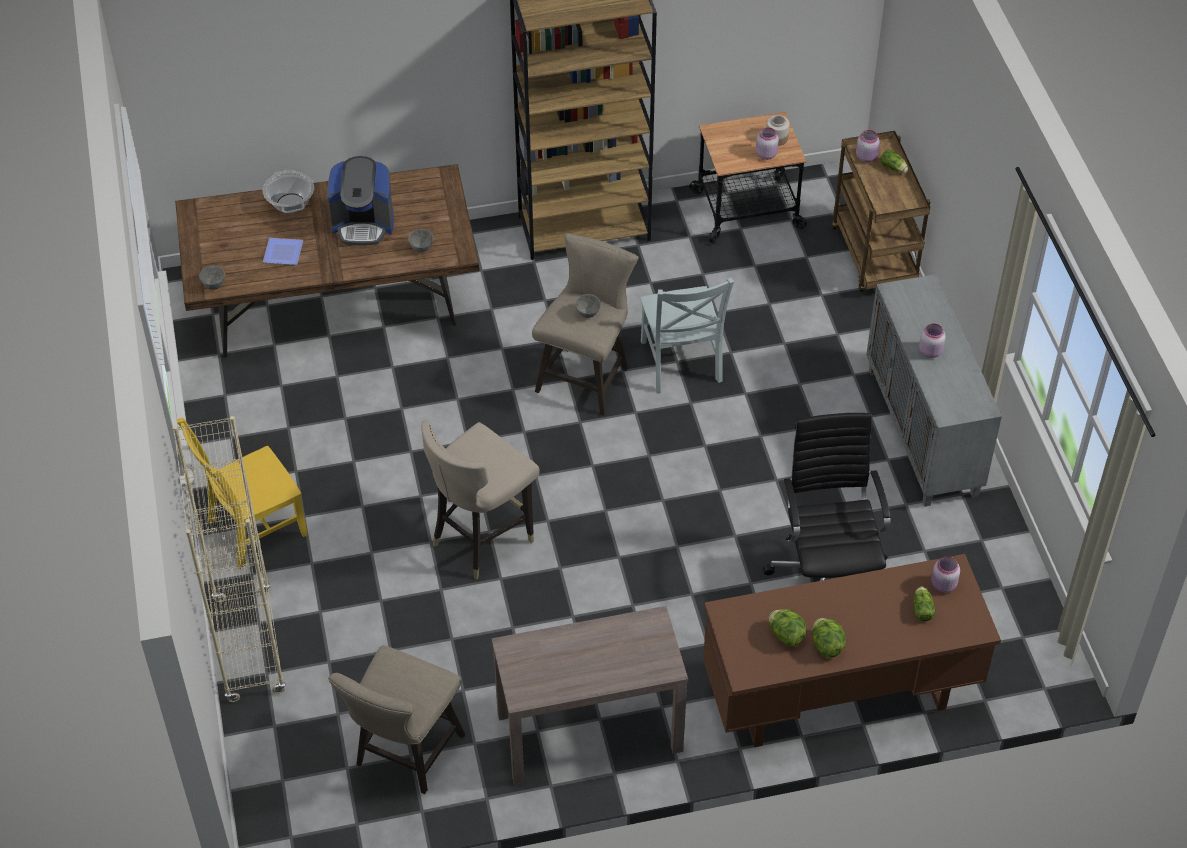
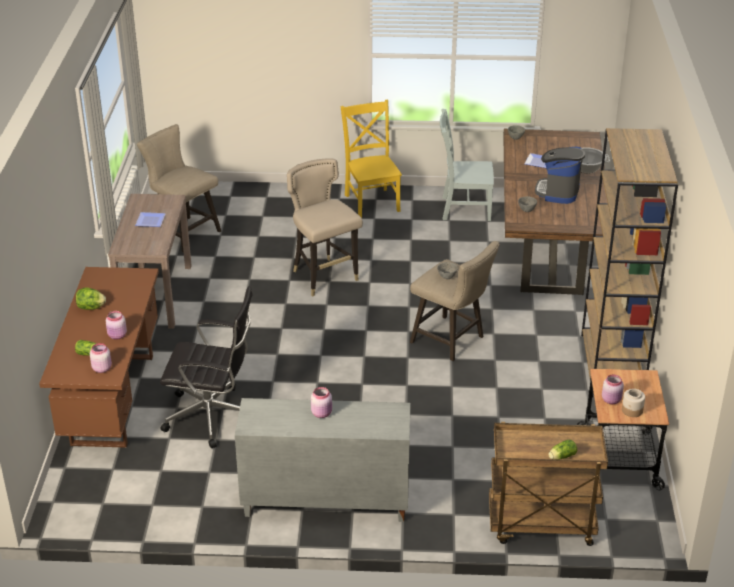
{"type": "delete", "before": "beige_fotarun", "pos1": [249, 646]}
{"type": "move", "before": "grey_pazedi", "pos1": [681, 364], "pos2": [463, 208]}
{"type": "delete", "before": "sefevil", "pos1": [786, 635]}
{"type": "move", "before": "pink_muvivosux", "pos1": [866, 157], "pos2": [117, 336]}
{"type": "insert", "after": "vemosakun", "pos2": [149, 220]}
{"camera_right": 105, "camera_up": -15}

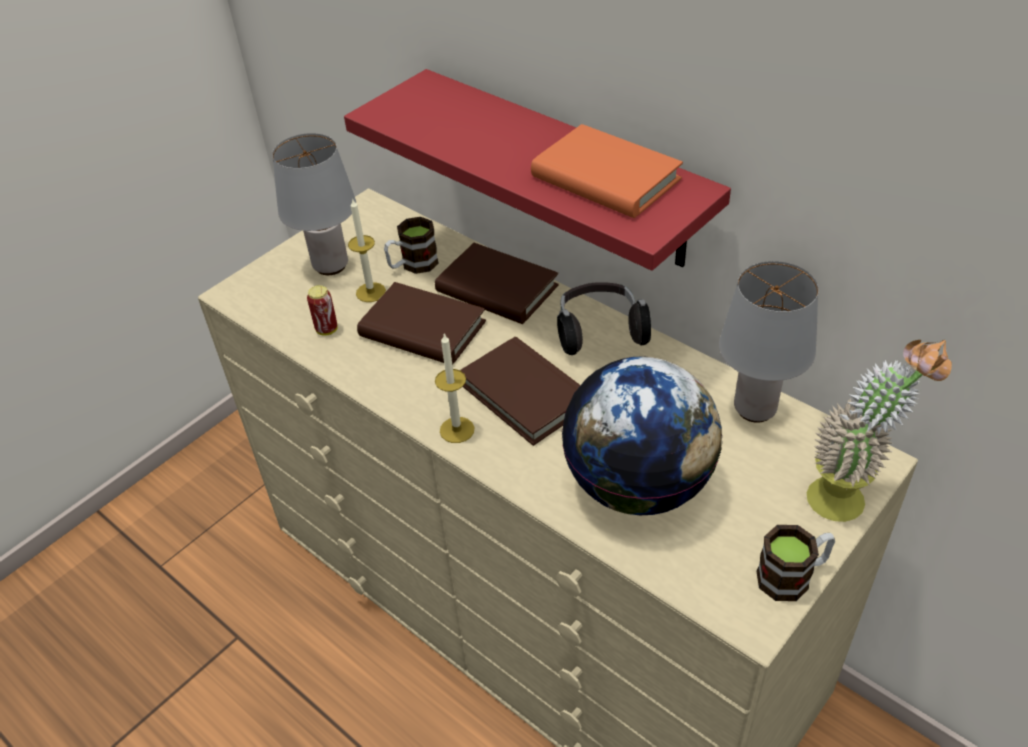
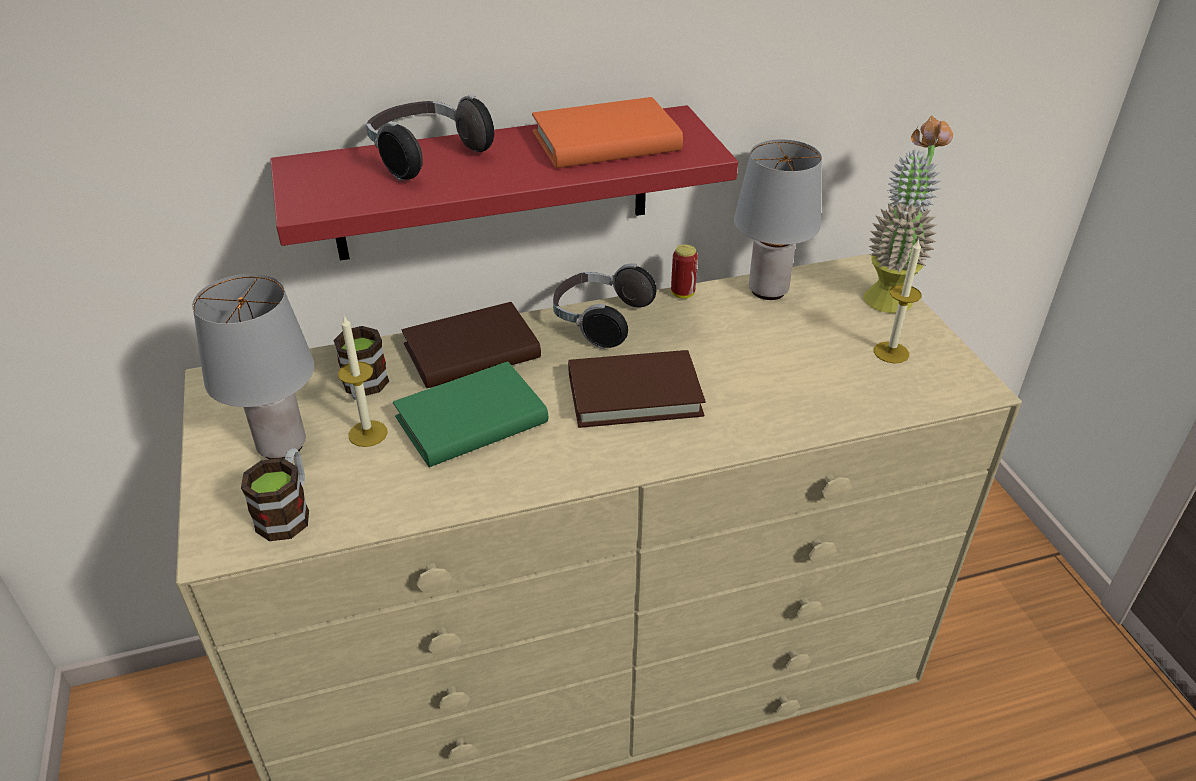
{"type": "move", "before": "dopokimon", "pos1": [327, 330], "pos2": [682, 294]}
{"type": "recolor", "before": "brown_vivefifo", "after": "green_vivefifo", "pos1": [422, 329], "pos2": [471, 420]}
{"type": "move", "before": "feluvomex", "pos1": [457, 430], "pos2": [891, 352]}
{"type": "delete", "before": "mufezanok", "pos1": [638, 486]}
{"type": "move", "before": "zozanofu", "pos1": [792, 576], "pos2": [288, 512]}
{"type": "insert", "after": "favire", "pos2": [426, 156]}
{"camera_right": -60, "camera_up": -5}

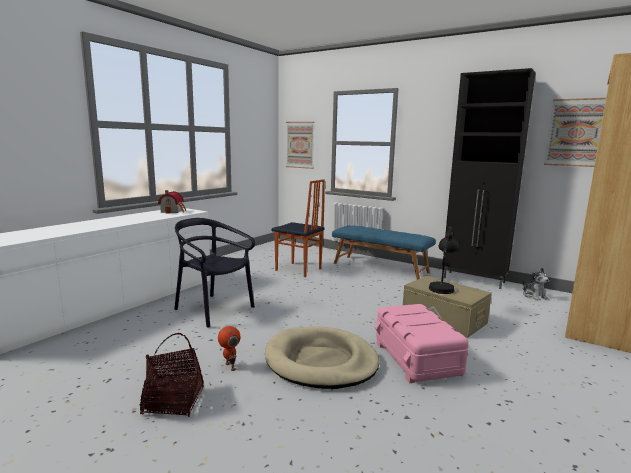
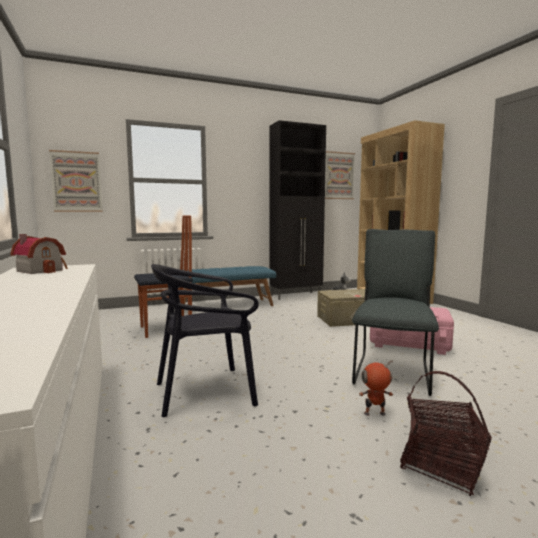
{"type": "replace", "before": "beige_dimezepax", "after": "grey_pazedi", "pos1": [321, 361], "pos2": [392, 372]}
{"type": "delete", "before": "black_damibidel", "pos1": [443, 286]}
{"camera_right": -55, "camera_up": -5}

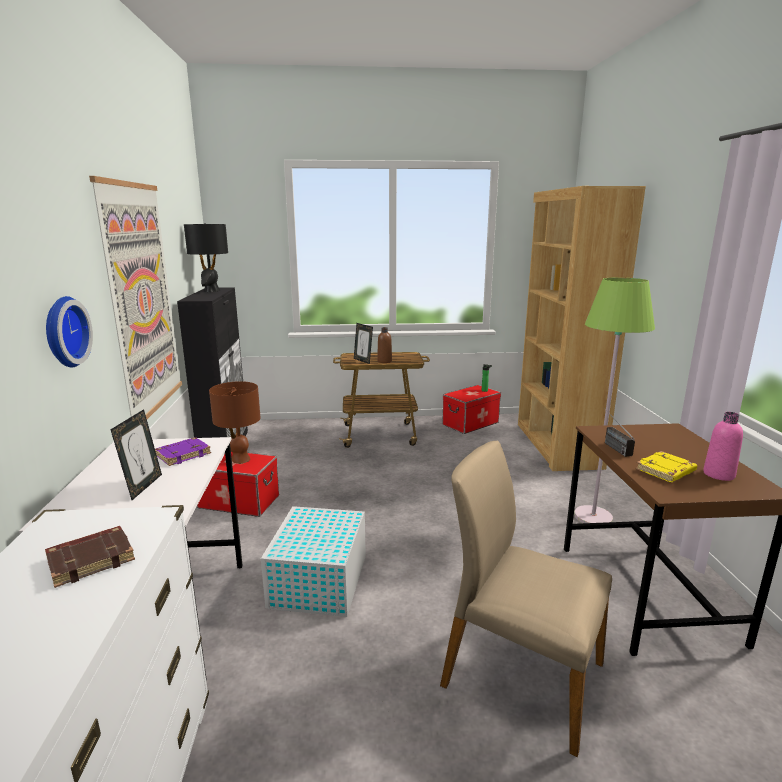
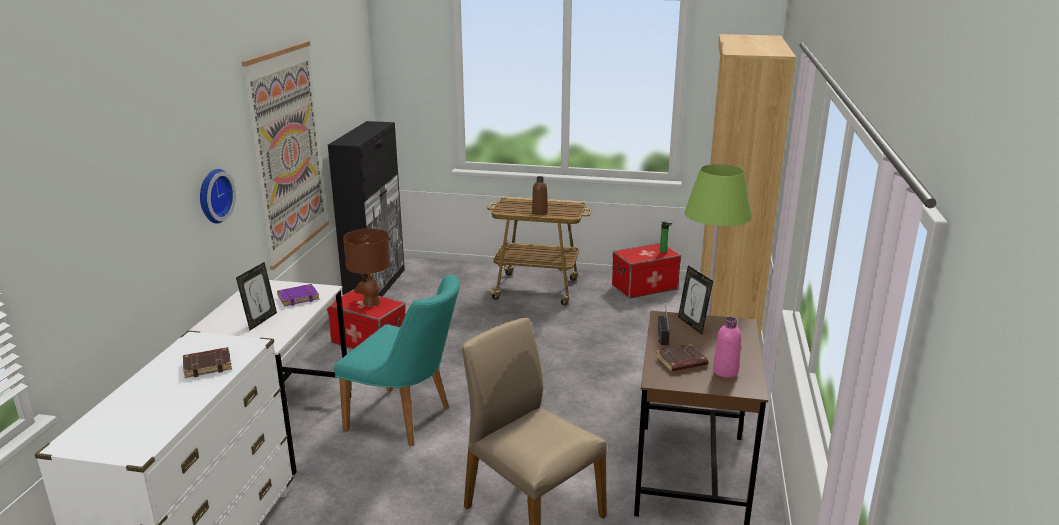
{"type": "delete", "before": "black_damibidel", "pos1": [211, 291]}
{"type": "replace", "before": "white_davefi", "after": "turquoise_pazedi", "pos1": [318, 582], "pos2": [407, 419]}
{"type": "move", "before": "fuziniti", "pos1": [363, 361], "pos2": [692, 324]}
{"type": "recolor", "before": "yellow_vivefifo", "after": "brown_vivefifo", "pos1": [666, 471], "pos2": [681, 362]}
{"camera_right": 15, "camera_up": 5}

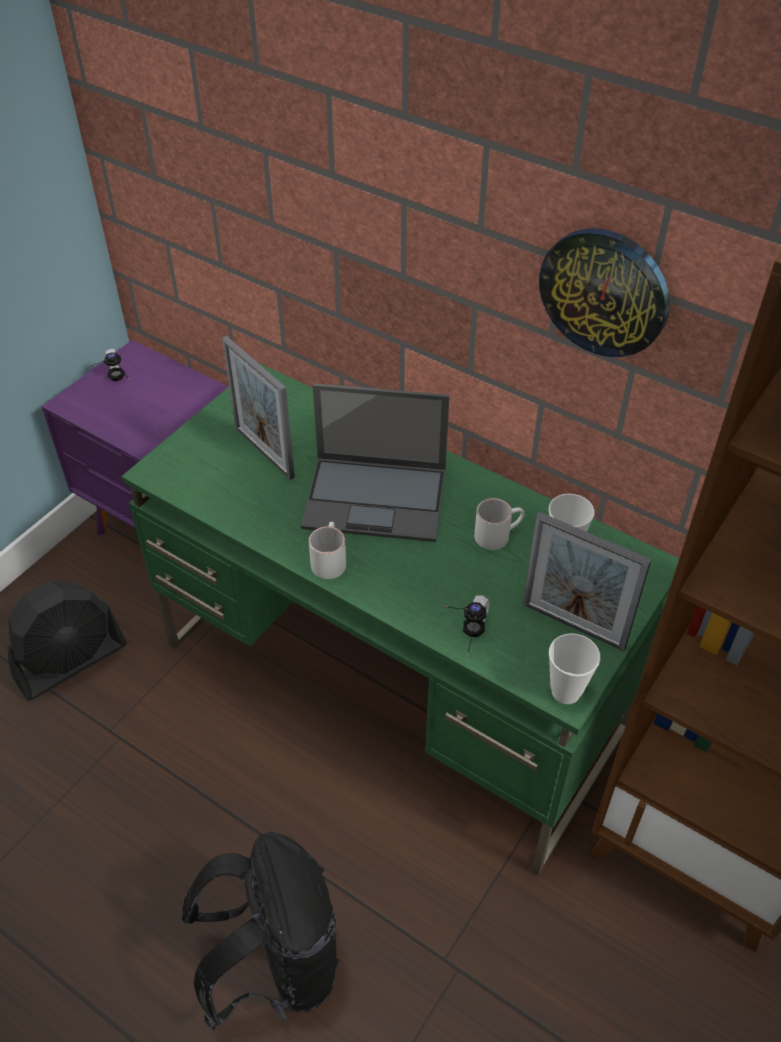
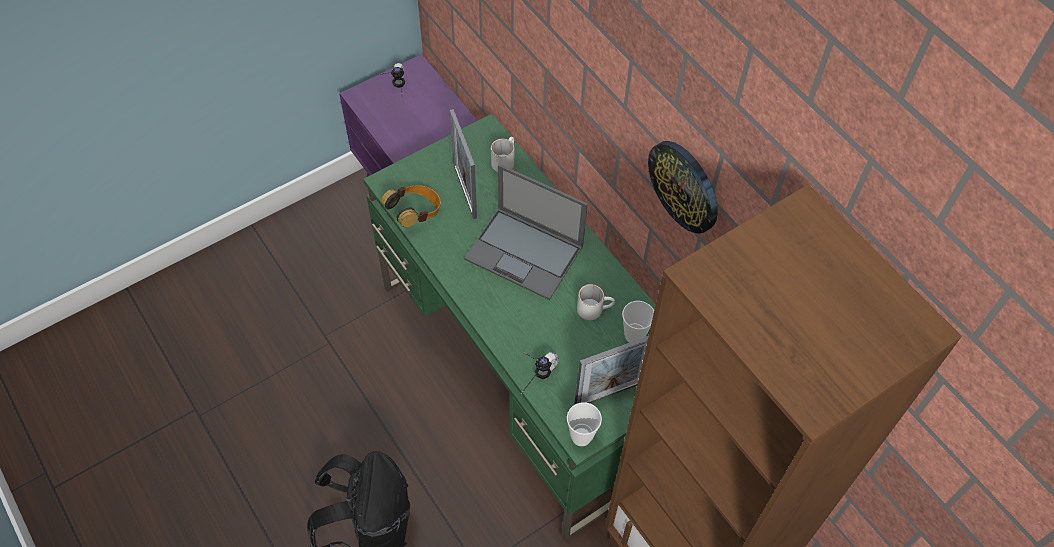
{"type": "delete", "before": "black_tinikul", "pos1": [71, 661]}
{"type": "move", "before": "white_zozanofu", "pos1": [328, 560], "pos2": [504, 160]}
{"type": "rotate", "before": "fuziniti", "pos1": [573, 625], "pos2": [611, 393], "turn": -75}
{"type": "insert", "after": "favire", "pos2": [415, 213]}
{"camera_right": 20, "camera_up": 10}

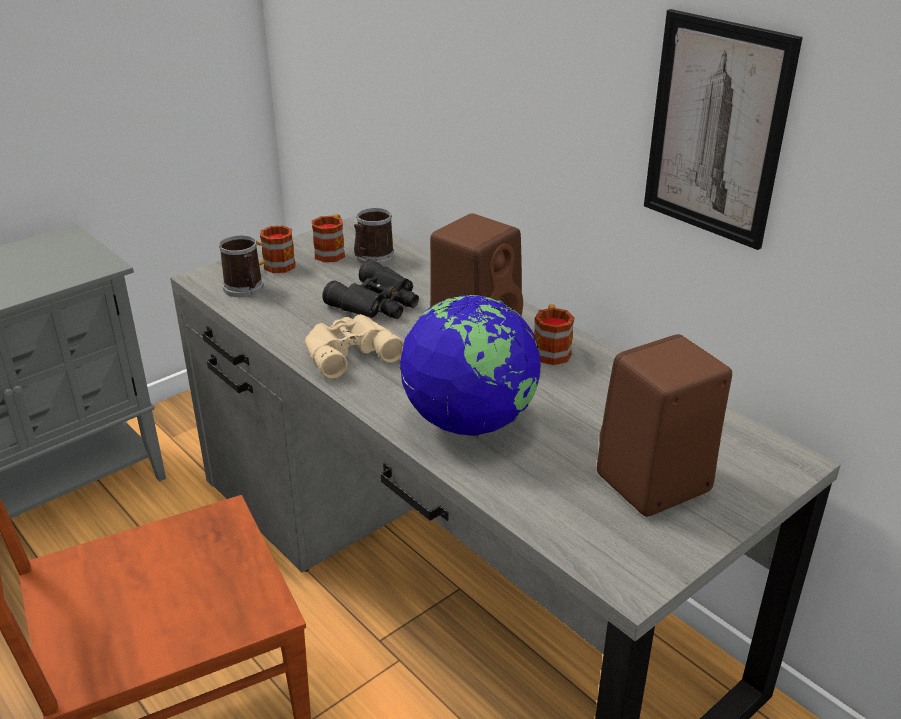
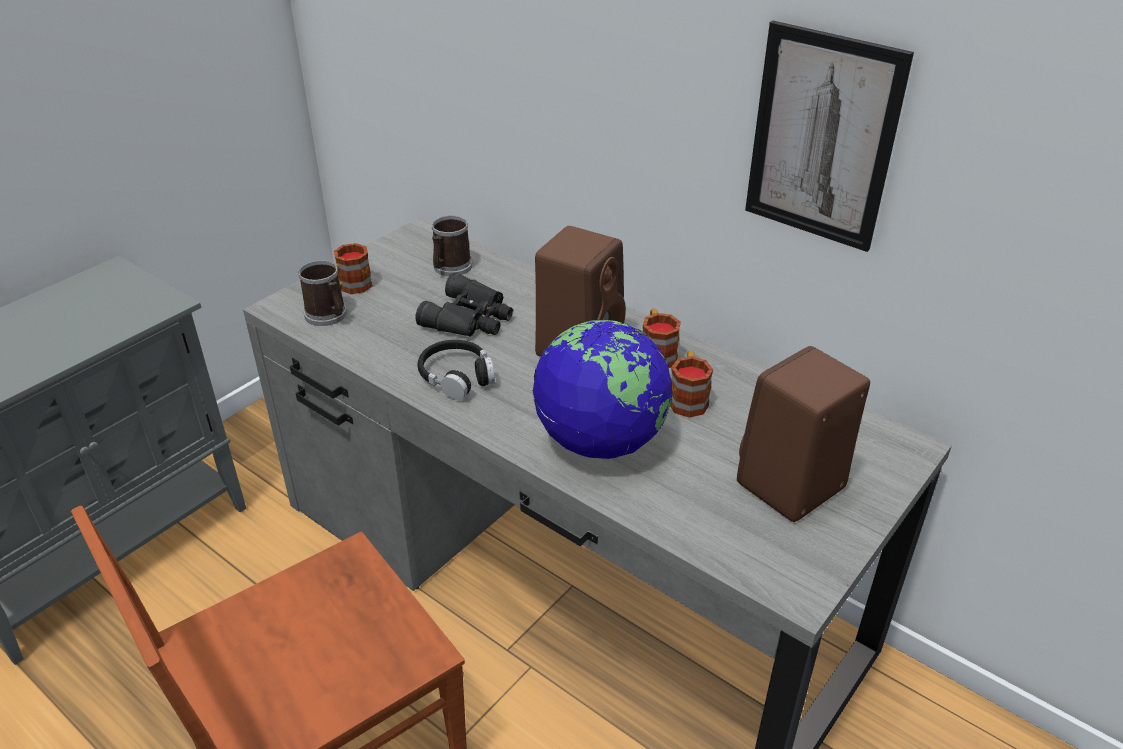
{"type": "replace", "before": "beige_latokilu", "after": "black_favire", "pos1": [348, 351], "pos2": [457, 377]}
{"type": "move", "before": "zozanofu", "pos1": [332, 252], "pos2": [688, 398]}
{"camera_right": -10, "camera_up": 5}

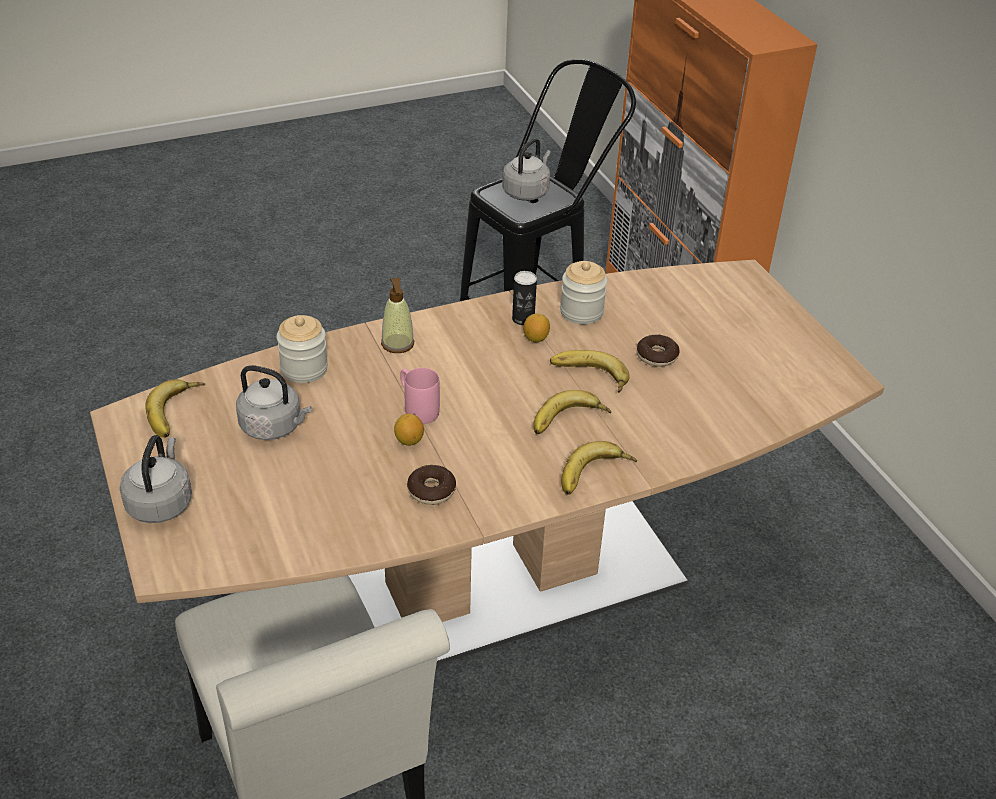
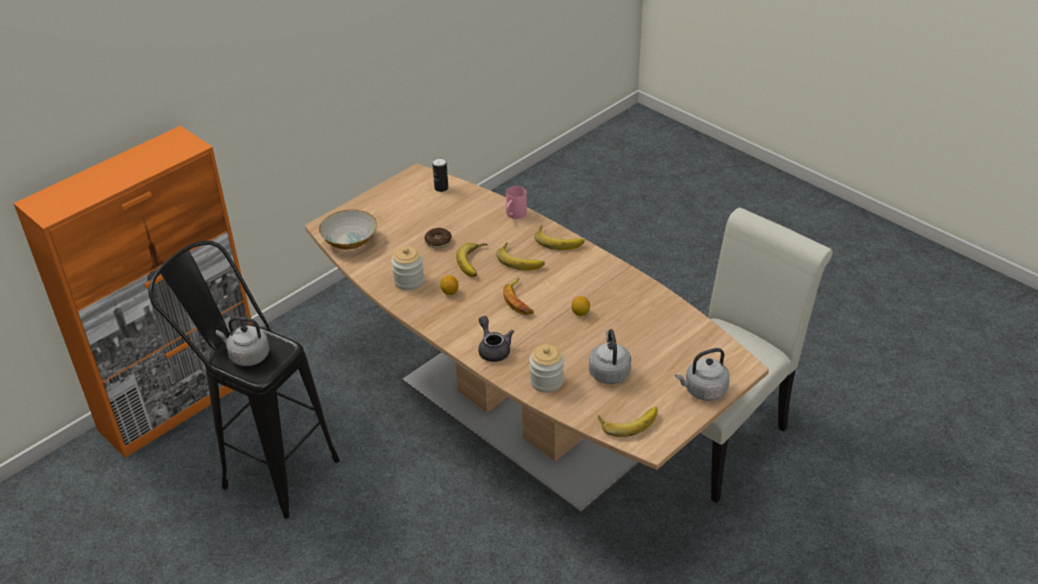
{"type": "replace", "before": "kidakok", "after": "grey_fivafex", "pos1": [397, 344], "pos2": [493, 349]}
{"type": "move", "before": "pink_zozanofu", "pos1": [417, 409], "pos2": [514, 216]}
{"type": "delete", "before": "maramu", "pos1": [431, 490]}
{"type": "move", "before": "dopokimon", "pos1": [523, 319], "pos2": [441, 188]}
{"type": "insert", "after": "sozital", "pos2": [349, 241]}
{"type": "insert", "after": "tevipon", "pos2": [519, 300]}
{"camera_right": -110, "camera_up": 0}

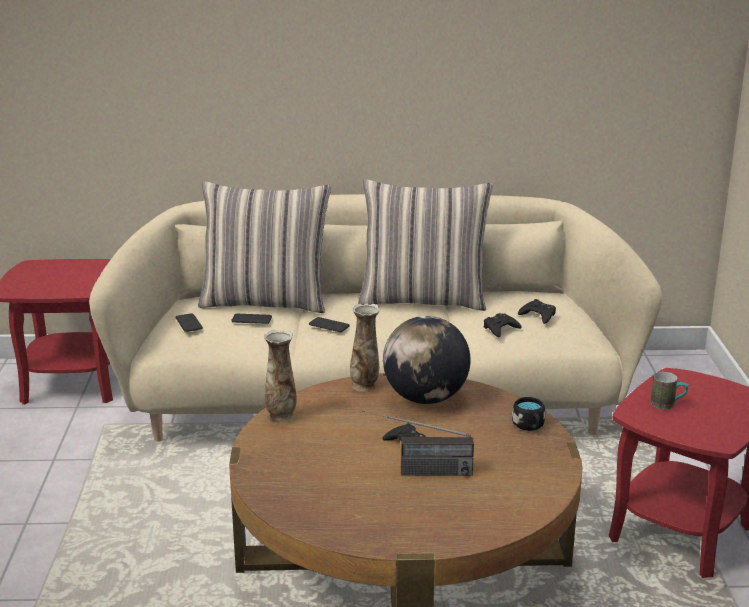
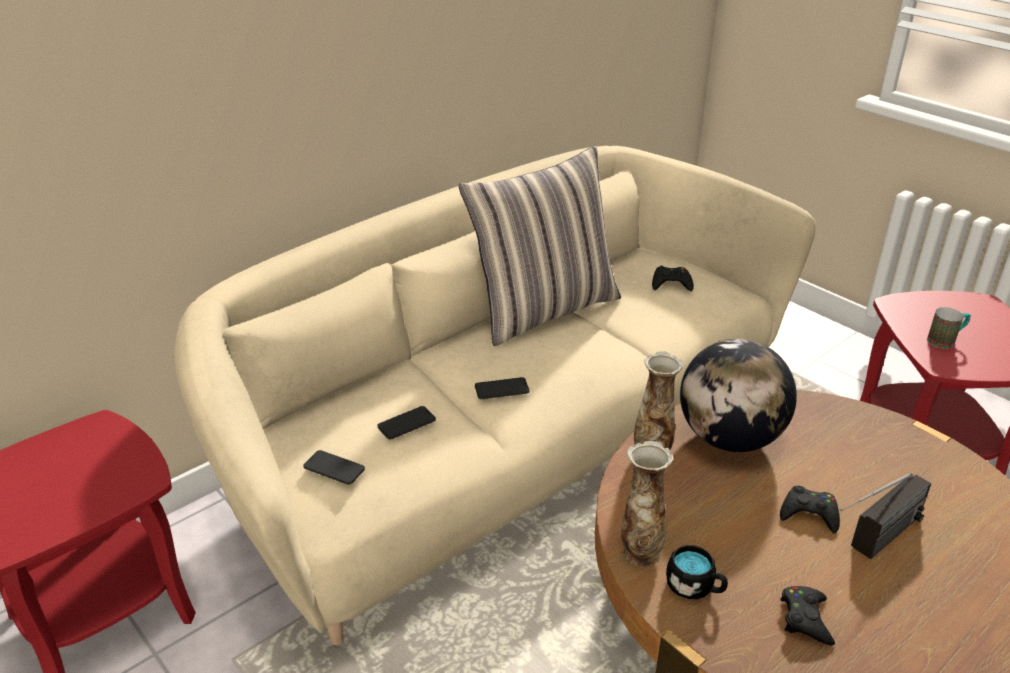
{"type": "delete", "before": "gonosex", "pos1": [266, 302]}
{"type": "move", "before": "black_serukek", "pos1": [500, 329], "pos2": [805, 618]}
{"type": "move", "before": "black_zozanofu", "pos1": [529, 427], "pos2": [695, 587]}
{"camera_right": -40, "camera_up": 10}

